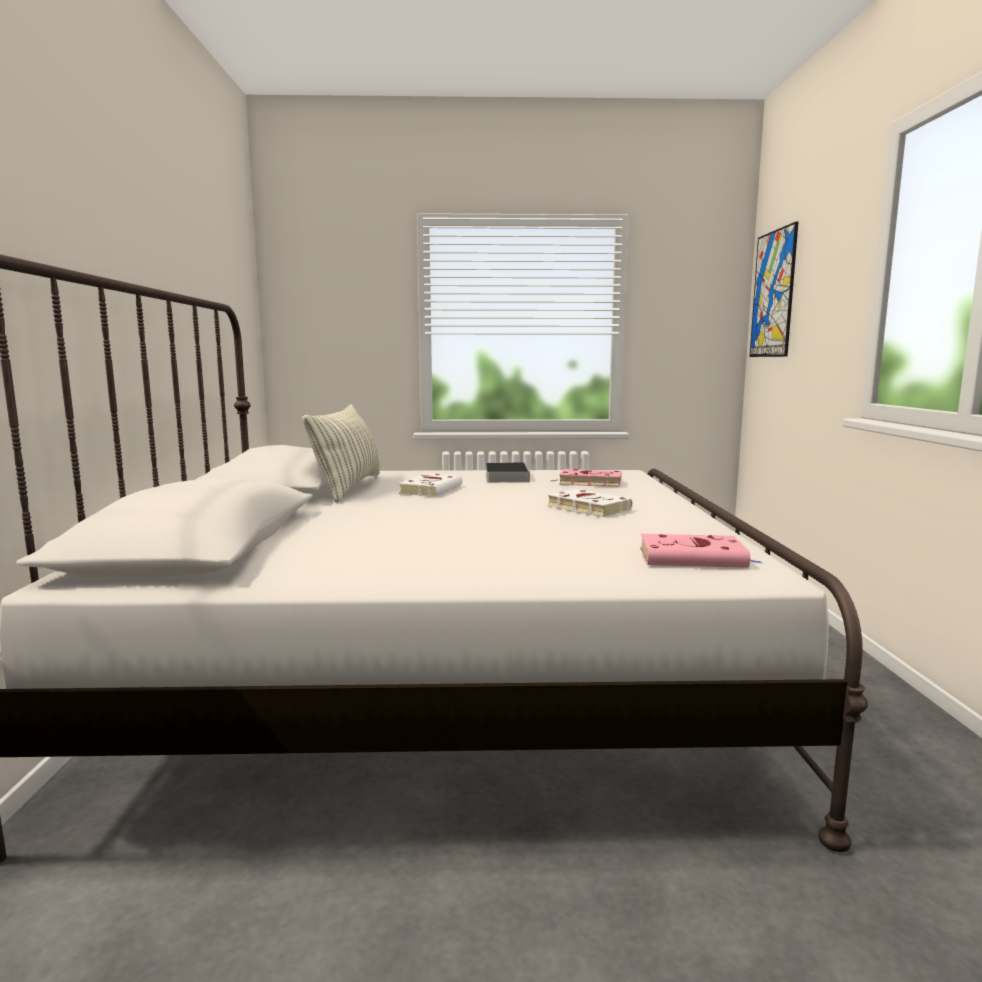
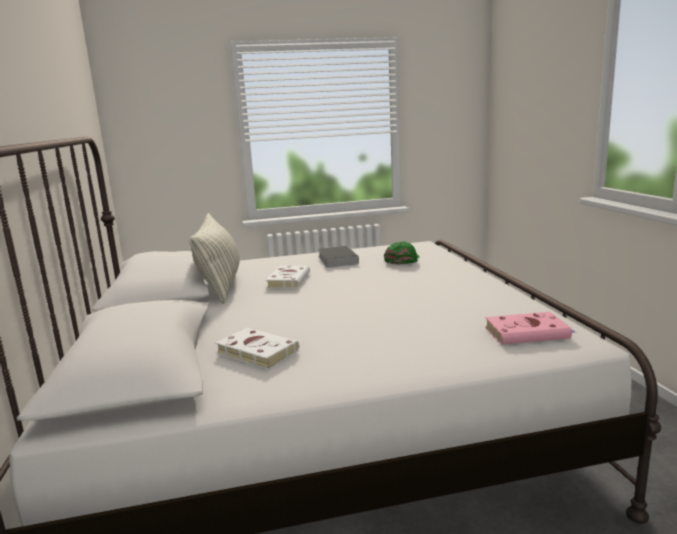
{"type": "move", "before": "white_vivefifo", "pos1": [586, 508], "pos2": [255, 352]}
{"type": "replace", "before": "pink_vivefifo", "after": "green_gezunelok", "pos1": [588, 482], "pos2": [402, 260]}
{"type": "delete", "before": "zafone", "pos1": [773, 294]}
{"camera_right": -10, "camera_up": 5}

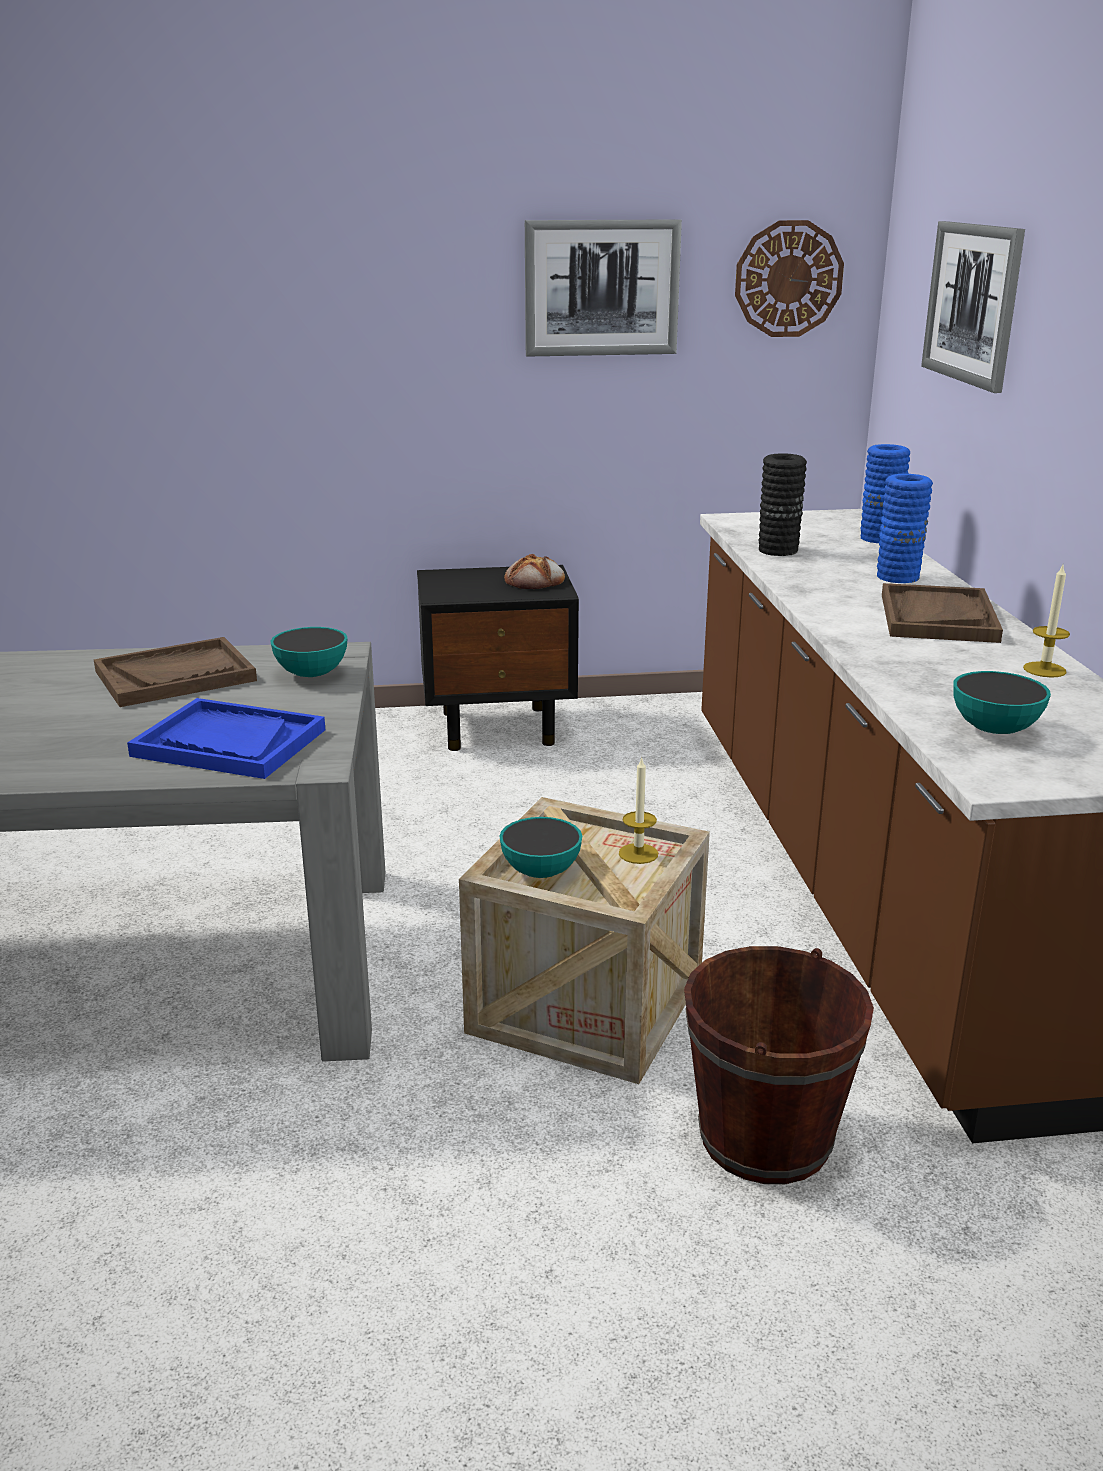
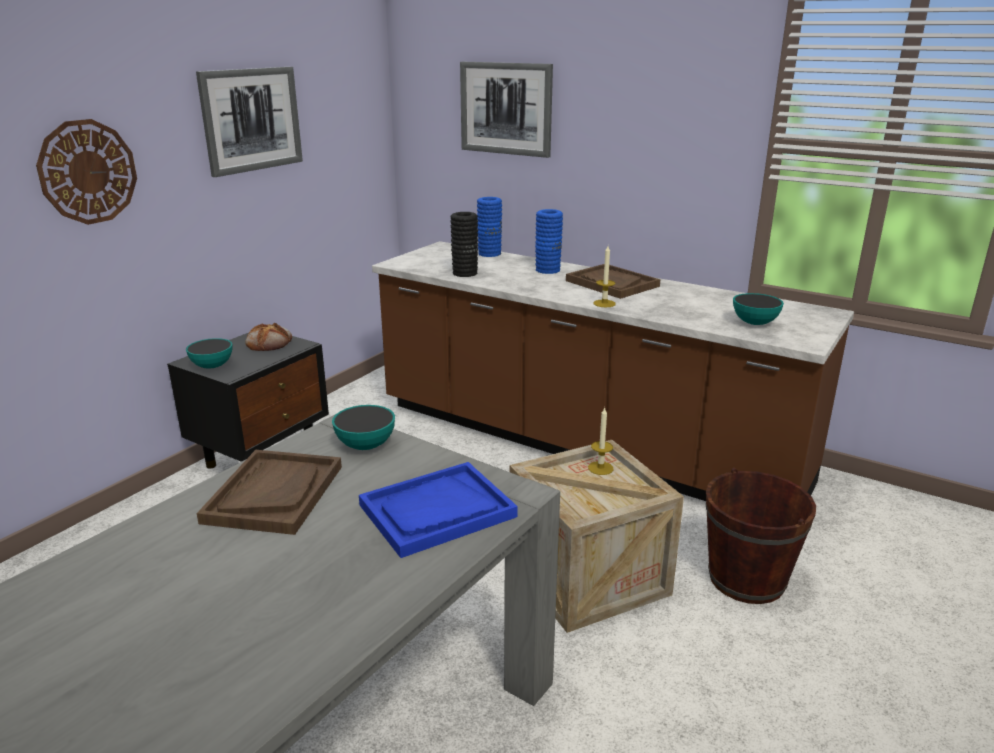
{"type": "move", "before": "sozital", "pos1": [541, 872], "pos2": [212, 366]}
{"type": "move", "before": "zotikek", "pos1": [788, 279], "pos2": [88, 172]}
{"type": "move", "before": "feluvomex", "pos1": [1044, 669], "pos2": [604, 303]}
{"camera_right": -50, "camera_up": 0}

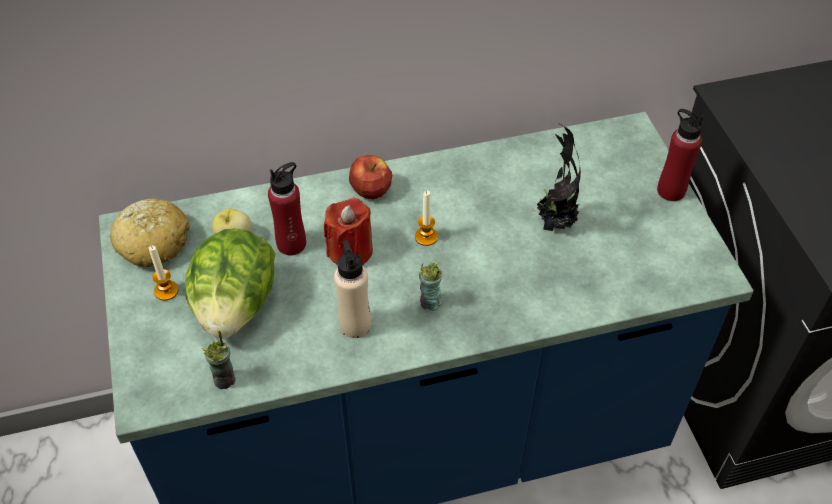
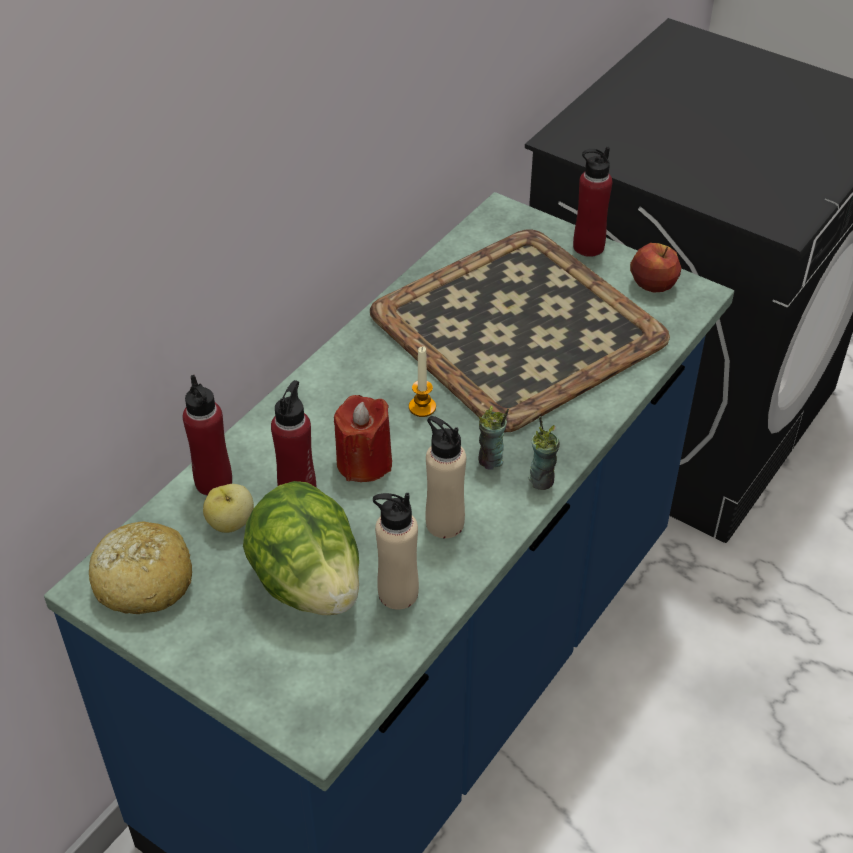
{"type": "delete", "before": "feluvomex", "pos1": [166, 291]}
{"type": "move", "before": "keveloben", "pos1": [225, 379], "pos2": [542, 480]}
{"type": "move", "before": "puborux", "pos1": [371, 190], "pos2": [652, 285]}
{"type": "replace", "before": "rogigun", "after": "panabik", "pos1": [554, 222], "pos2": [521, 327]}
{"type": "insert", "after": "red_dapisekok", "pos2": [213, 482]}
{"type": "insert", "after": "beige_dapisekok", "pos2": [398, 593]}
{"camera_right": -40, "camera_up": -5}

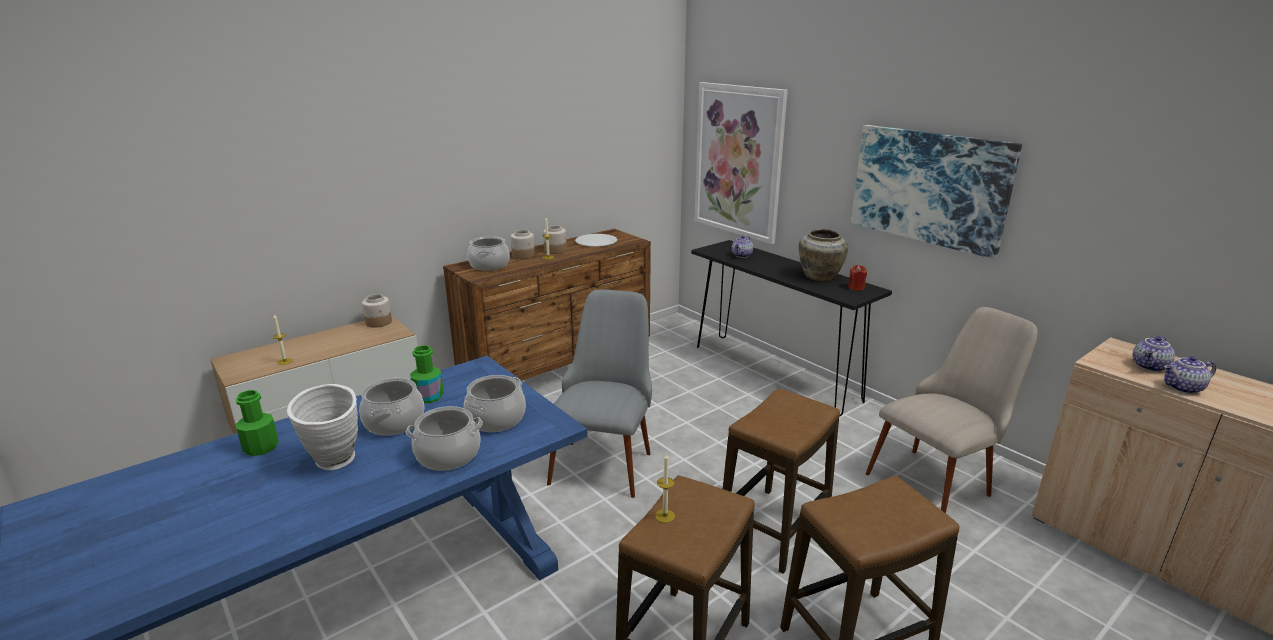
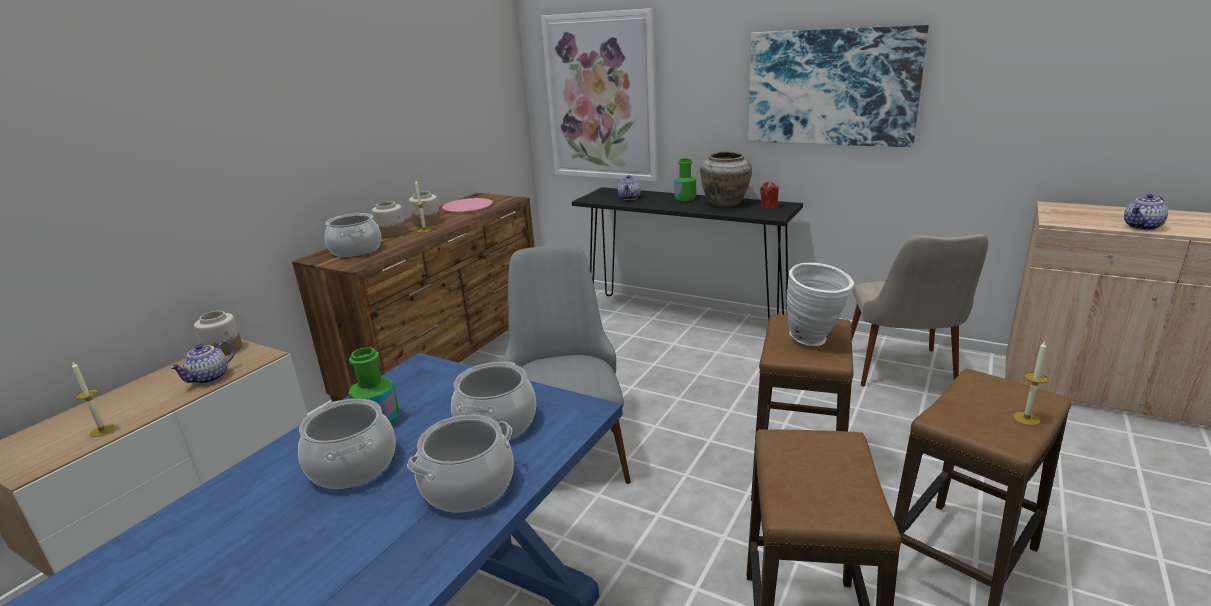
{"type": "move", "before": "green_dapisekok", "pos1": [261, 447], "pos2": [685, 198]}
{"type": "move", "before": "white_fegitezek", "pos1": [336, 464], "pos2": [816, 341]}
{"type": "recolor", "before": "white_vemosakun", "after": "pink_vemosakun", "pos1": [596, 242], "pos2": [468, 207]}
{"type": "move", "before": "feluvomex", "pos1": [665, 516], "pos2": [1026, 418]}
{"type": "rotate", "before": "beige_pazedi", "pos1": [939, 478], "pos2": [904, 377], "turn": 150}
{"type": "move", "before": "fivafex", "pos1": [1150, 367], "pos2": [210, 378]}
{"camera_right": -20, "camera_up": 0}

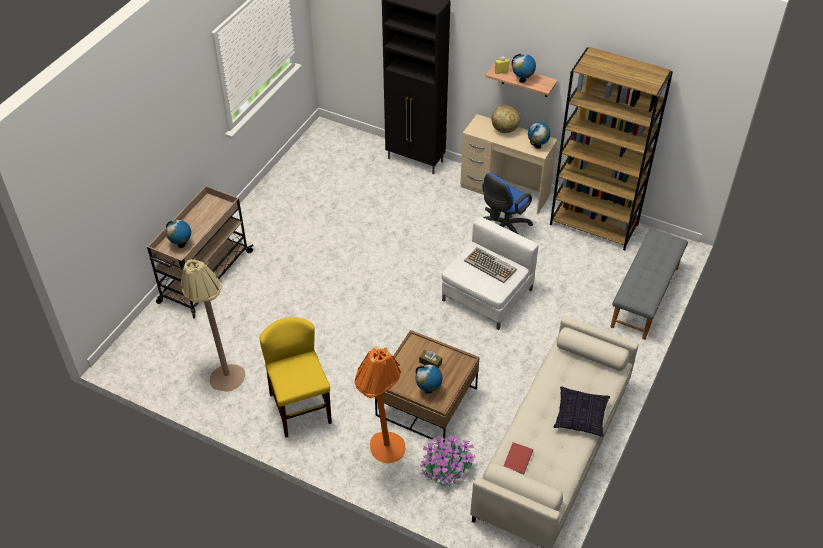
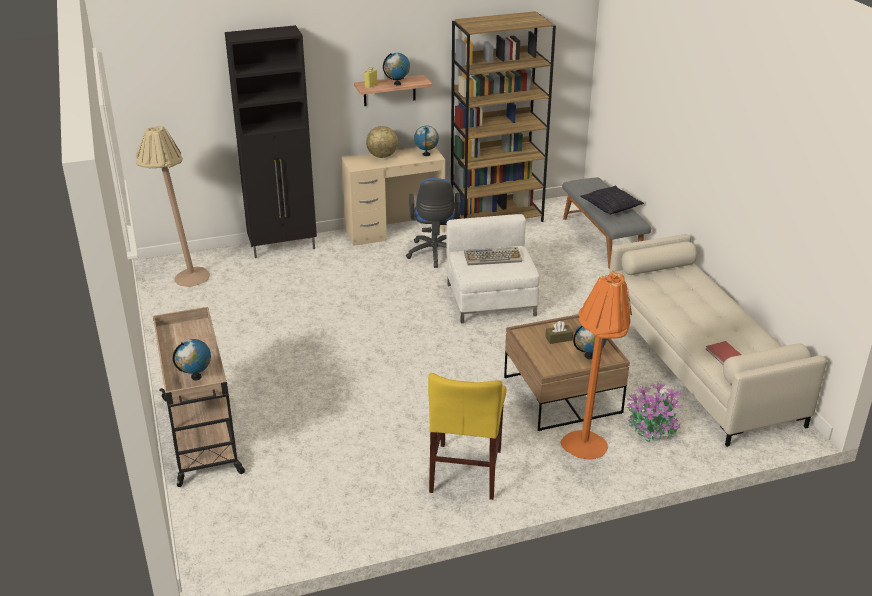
{"type": "move", "before": "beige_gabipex", "pos1": [222, 373], "pos2": [183, 277]}
{"type": "rotate", "before": "yellow_pazedi", "pos1": [300, 408], "pos2": [466, 471], "turn": -105}
{"type": "move", "before": "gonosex", "pos1": [580, 417], "pos2": [611, 207]}
{"camera_right": -45, "camera_up": -15}

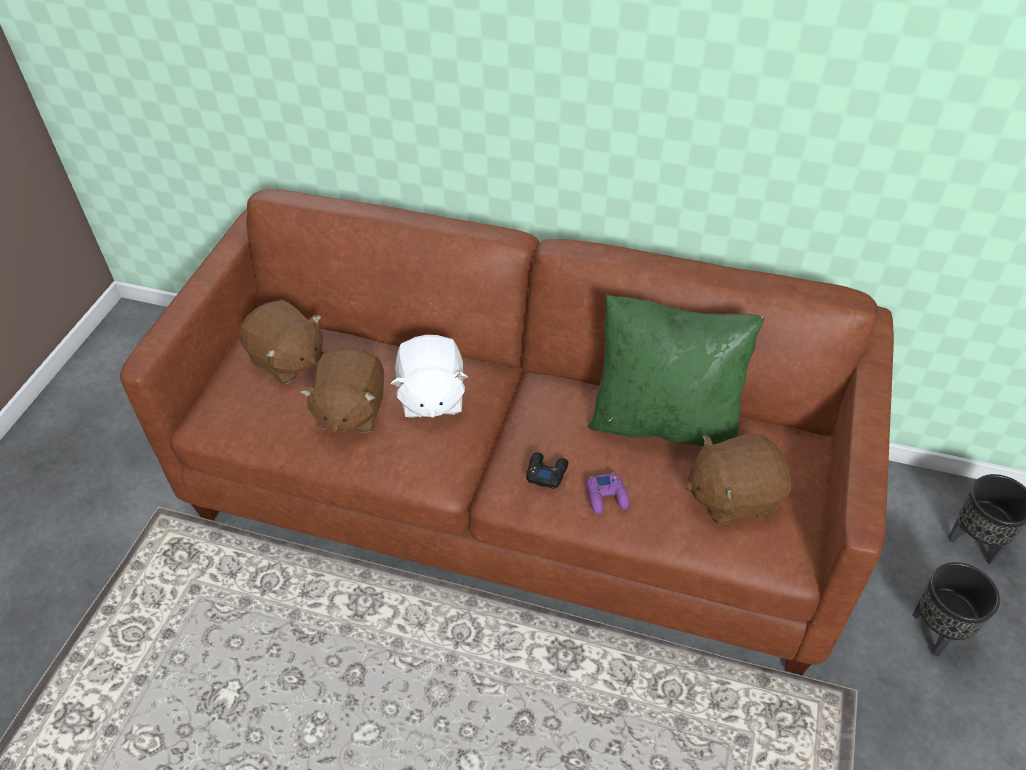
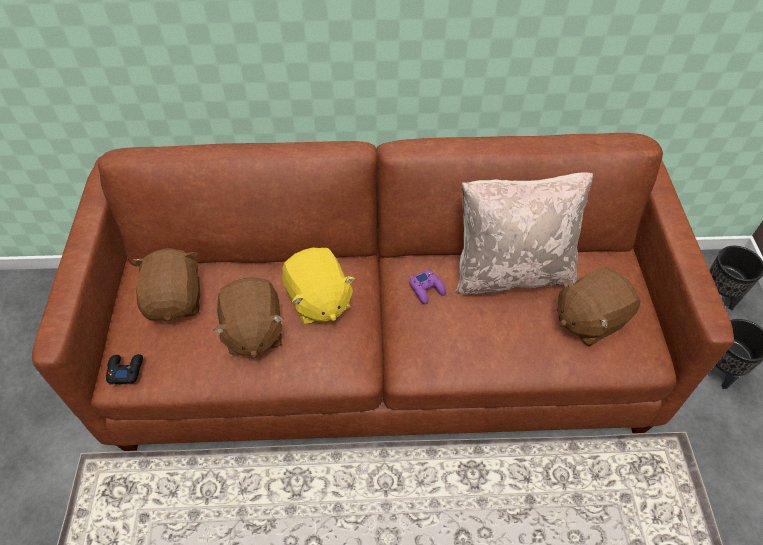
{"type": "rotate", "before": "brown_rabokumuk", "pos1": [287, 360], "pos2": [176, 300], "turn": -120}
{"type": "recolor", "before": "white_rabokumuk", "after": "yellow_rabokumuk", "pos1": [431, 397], "pos2": [318, 300]}
{"type": "move", "before": "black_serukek", "pos1": [546, 472], "pos2": [125, 370]}
{"type": "move", "before": "purple_serukek", "pos1": [607, 497], "pos2": [427, 289]}
{"type": "recolor", "before": "green_gonosex", "after": "beige_gonosex", "pos1": [664, 421], "pos2": [511, 271]}
{"camera_right": -20, "camera_up": 5}

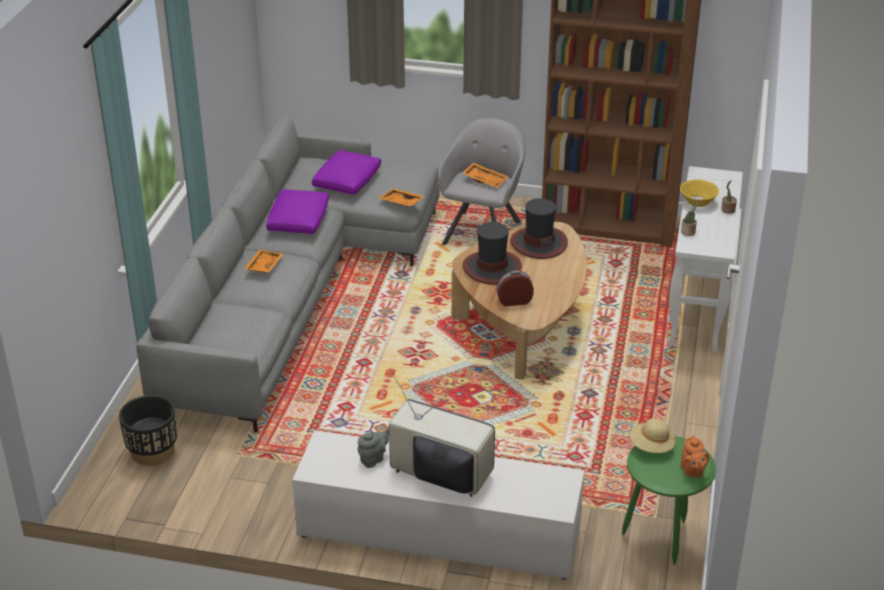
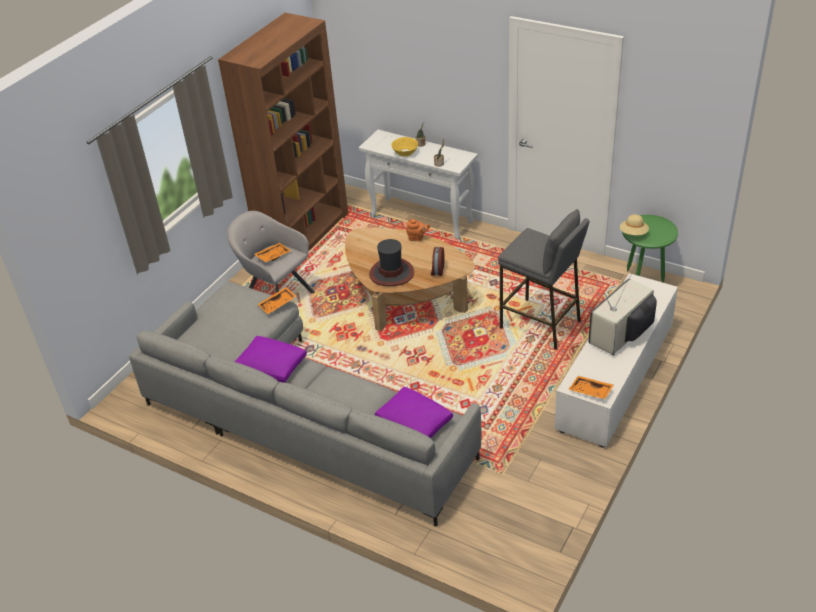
{"type": "delete", "before": "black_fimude", "pos1": [152, 451]}
{"type": "move", "before": "orange_panabik", "pos1": [263, 266], "pos2": [590, 392]}
{"type": "move", "before": "purple_gonosex", "pos1": [347, 181], "pos2": [413, 422]}
{"type": "delete", "before": "grey_fivafex", "pos1": [373, 459]}
{"type": "delete", "before": "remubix", "pos1": [538, 243]}
{"type": "move", "before": "orange_fivafex", "pos1": [692, 472], "pos2": [417, 238]}
{"type": "insert", "after": "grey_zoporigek", "pos2": [540, 325]}
{"camera_right": -70, "camera_up": 5}

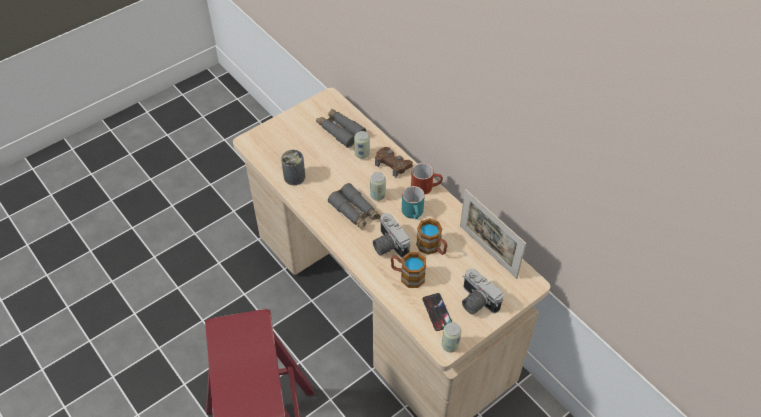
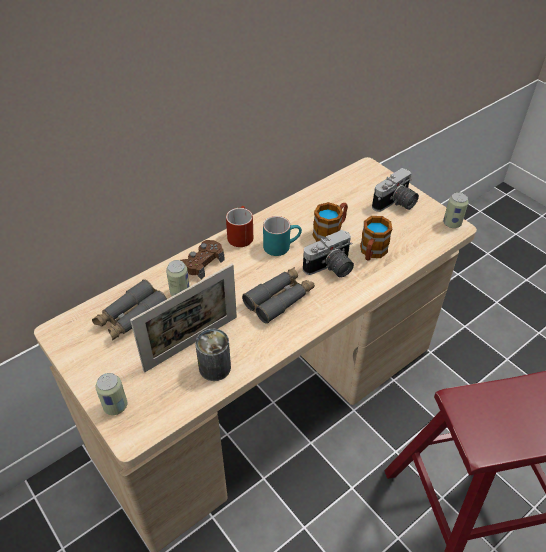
{"type": "move", "before": "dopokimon", "pos1": [377, 195], "pos2": [115, 406]}
{"type": "delete", "before": "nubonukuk", "pos1": [437, 312]}
{"type": "move", "before": "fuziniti", "pos1": [488, 251], "pos2": [191, 343]}
{"camera_right": -90, "camera_up": -5}

